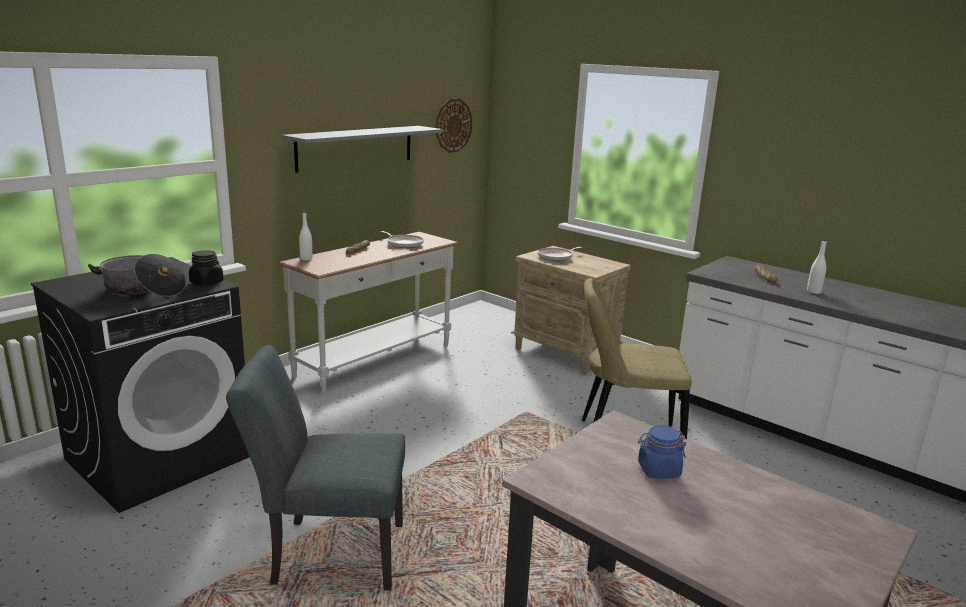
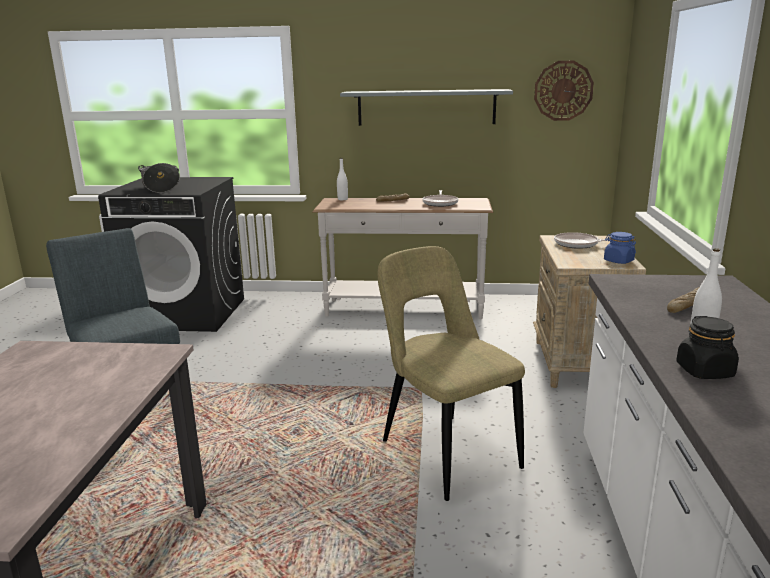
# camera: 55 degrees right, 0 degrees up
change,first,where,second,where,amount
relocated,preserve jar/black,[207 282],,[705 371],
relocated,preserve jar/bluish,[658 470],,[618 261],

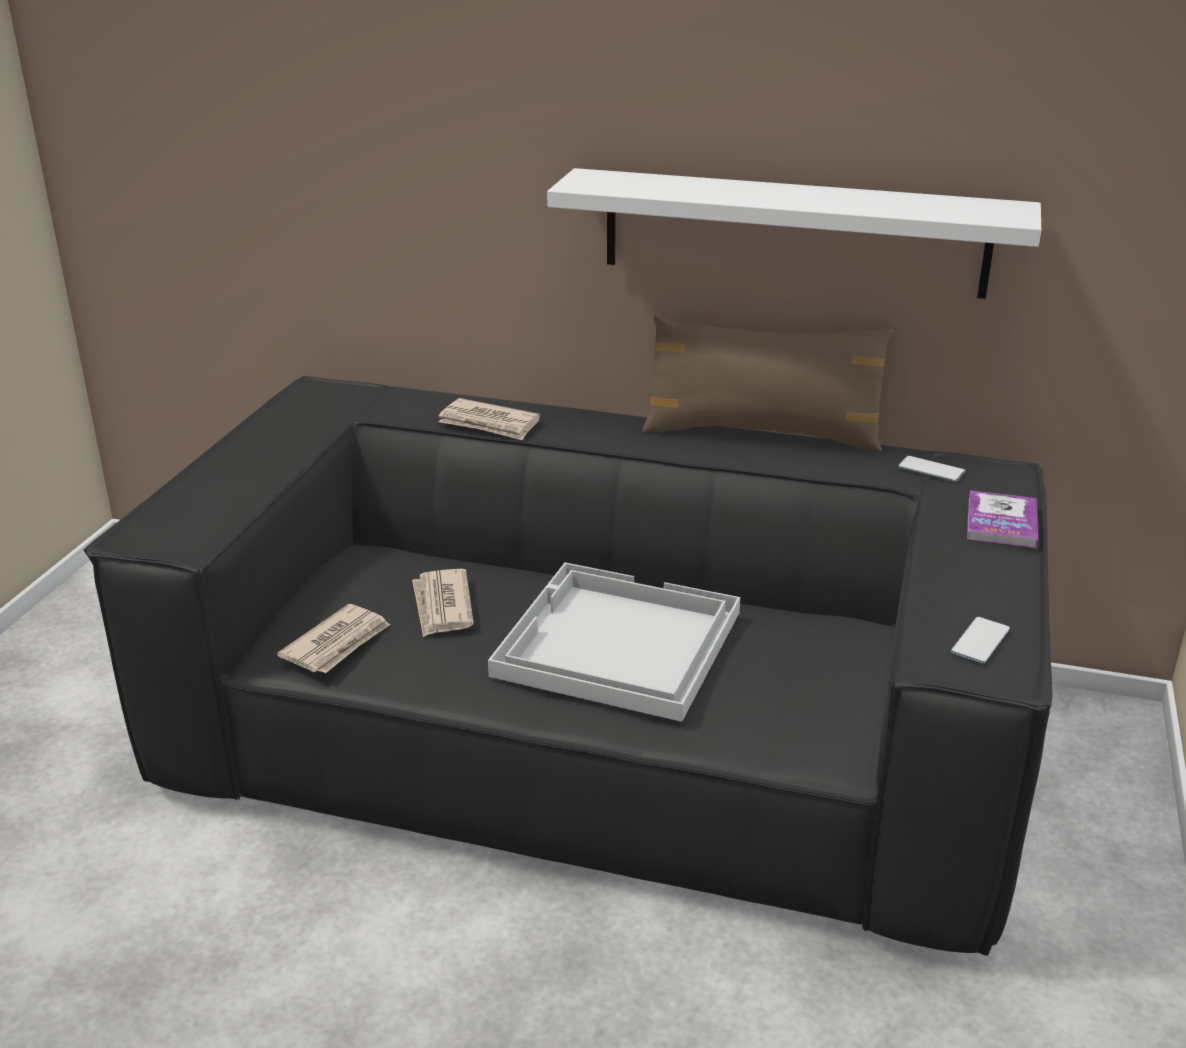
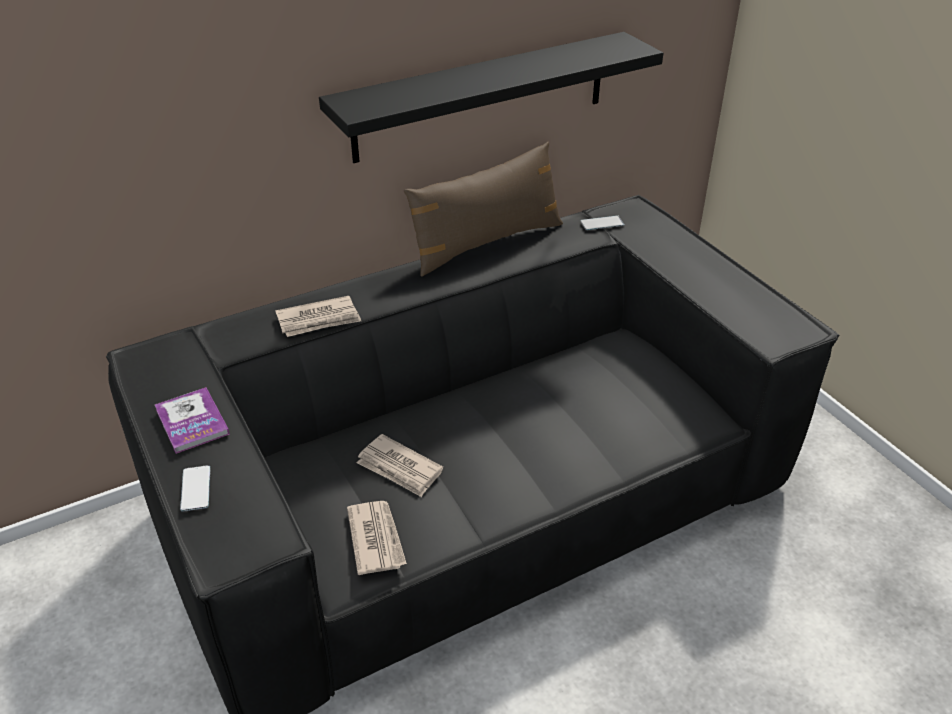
# camera: 45 degrees left, 10 degrees up
change,first,where,second,where,amount
missing,carrying tray/white,[615 644],,,
colour,bracket shelf/white,[793 232],bracket shelf/black,[481 97],
relocated,phone,[980 641],,[196 488],
relocated,bound book,[1001 522],,[192 422],

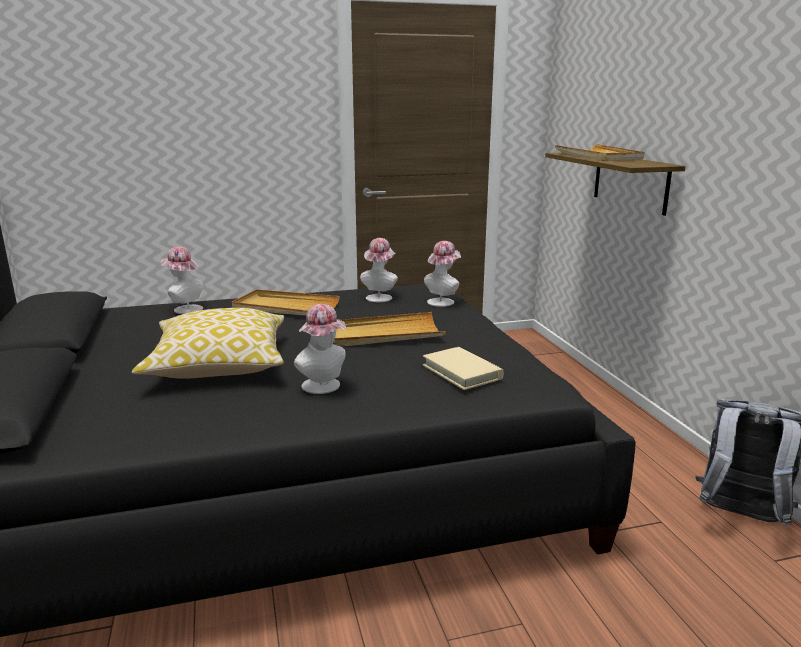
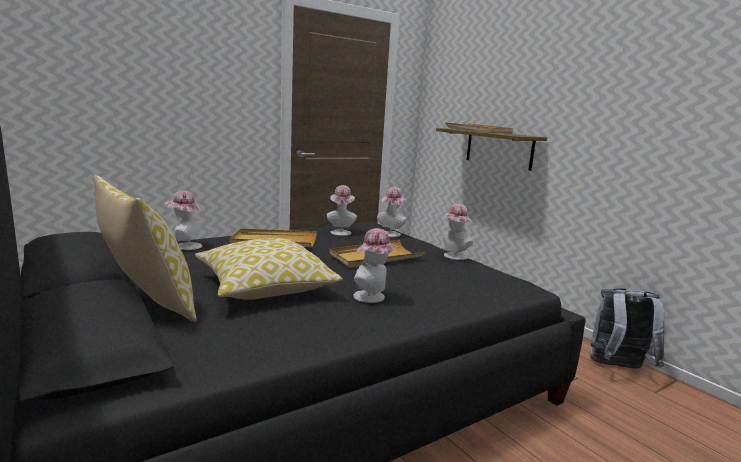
# camera: 20 degrees left, 5 degrees down
change,first,where,second,where,amount
missing,bound book/beige-coloured,[462 372],,,
appeared,,,cushion,[147 304],
appeared,,,wearable hat,[453 256],

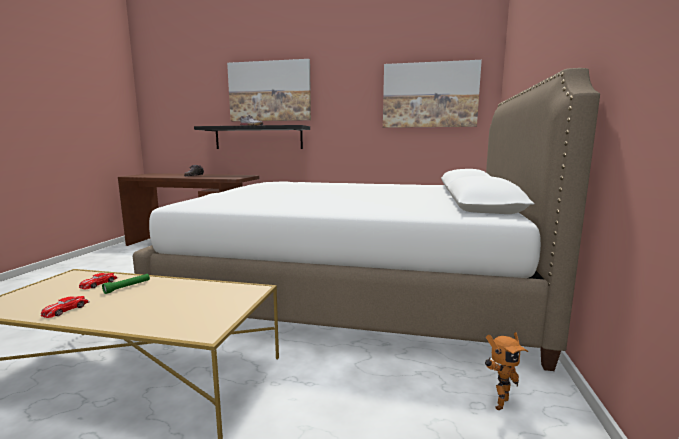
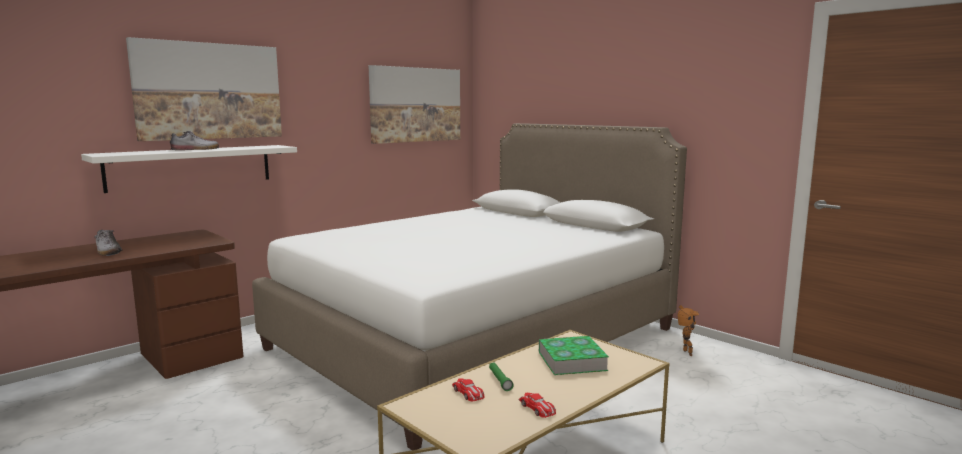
# camera: 55 degrees left, 0 degrees up
change,first,where,second,where,amount
colour,bracket shelf/black,[258 138],bracket shelf/white,[191 167],
appeared,,,bound book,[572 361],

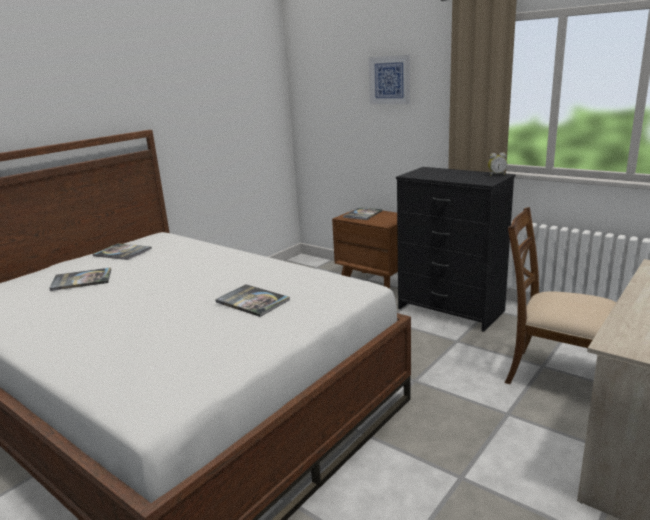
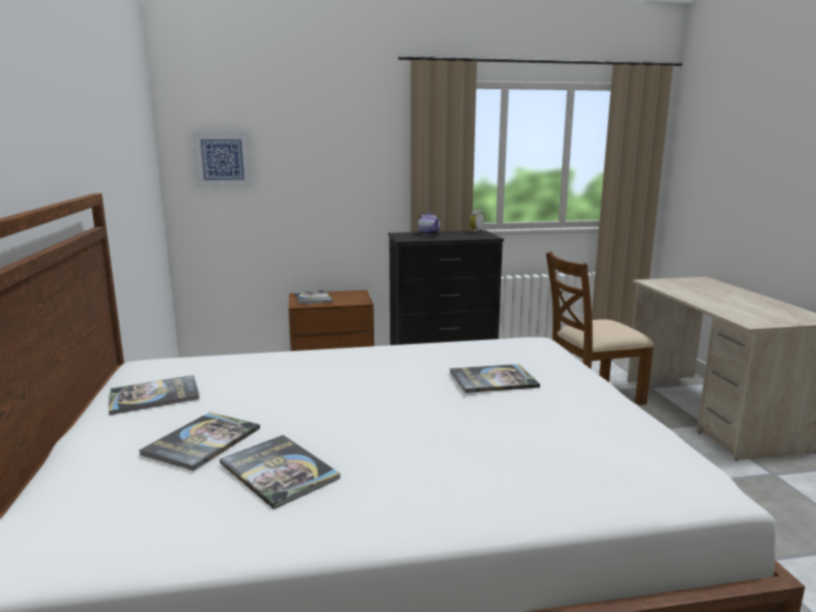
# camera: 50 degrees left, 5 degrees down
change,first,where,second,where,amount
relocated,wall art,[390 80],,[222 159],
appeared,,,bound book,[279 471],
appeared,,,teapot,[429 234],

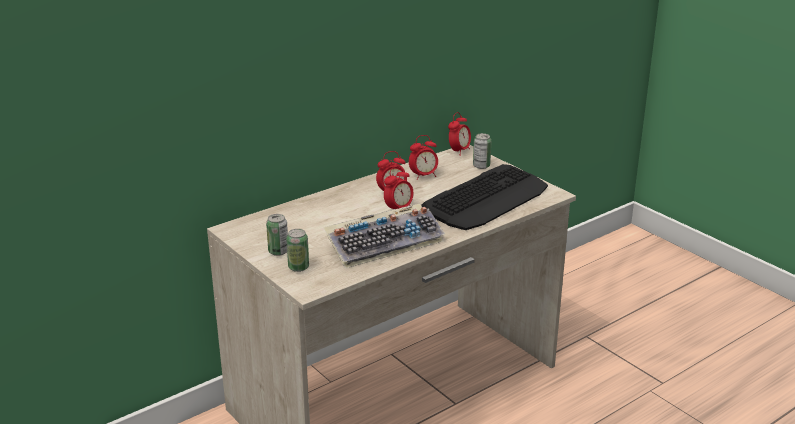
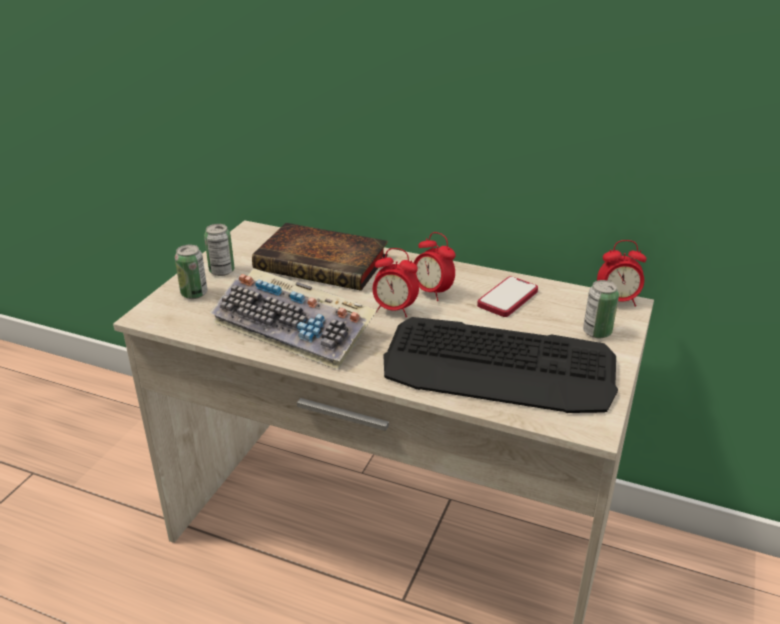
# camera: 60 degrees right, 5 degrees up
change,first,where,second,where,amount
exchanged,table clock,[423 176],phone,[507 298],
appeared,,,bound book,[325 263],

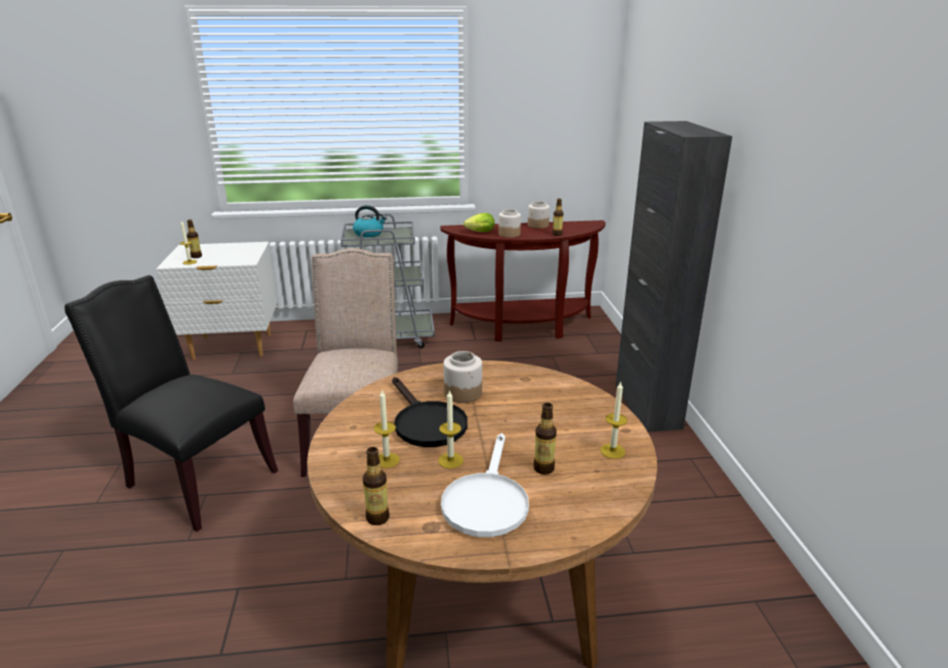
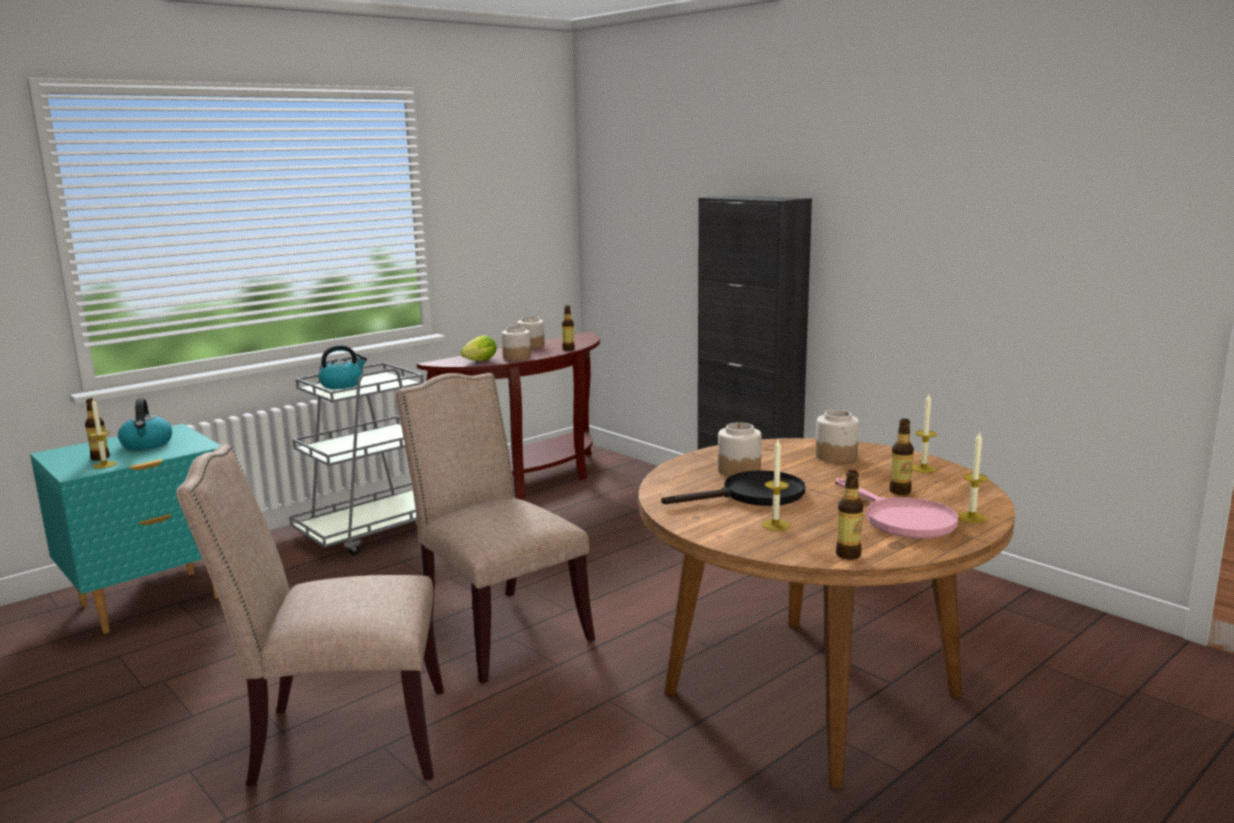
# camera: 35 degrees left, 10 degrees down
change,first,where,second,where,amount
colour,plain chair/black,[195 479],plain chair/beige-coloured,[341 739],
colour,bedside table/white,[232 347],bedside table/turquoise-coloured,[152 601],
spun,skillet/black,[426 423],,[752 496],45 degrees counterclockwise
relocated,wax light,[450 460],,[972 517],
colour,skillet/white,[486 500],skillet/pink-coloured,[900 519],
appeared,,,kettle,[147 444],
appeared,,,preserve jar,[836 456],

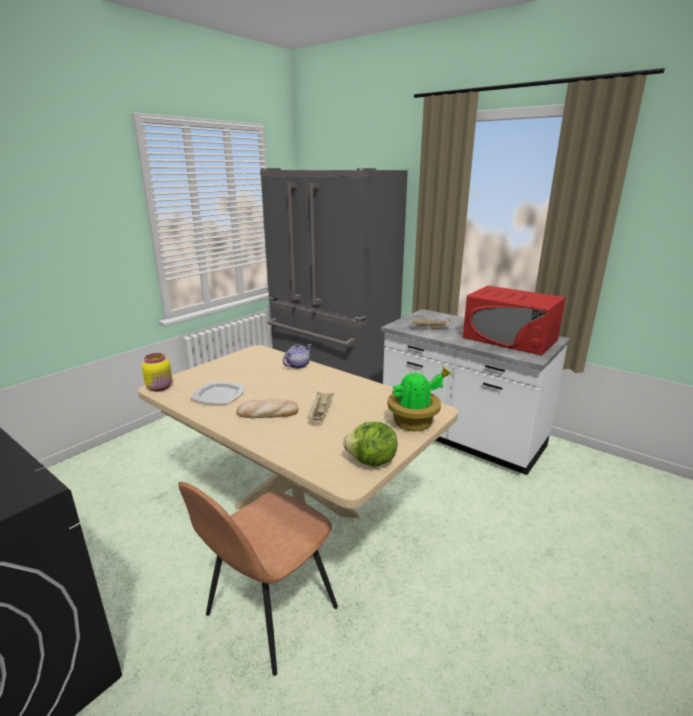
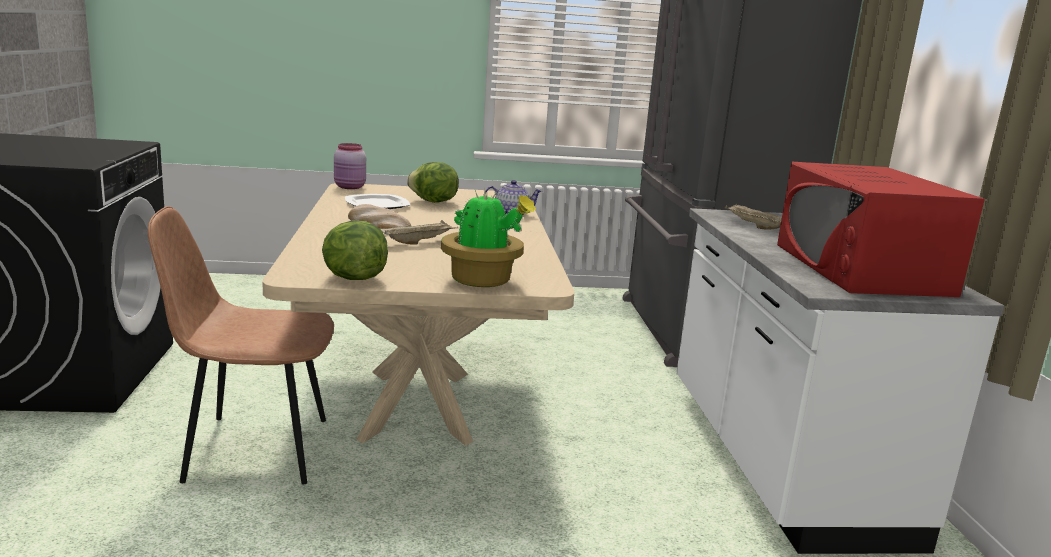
# camera: 45 degrees right, 5 degrees down
change,first,where,second,where,amount
colour,preserve jar/yellow,[160 388],preserve jar/pink-coloured,[350 187],
appeared,,,lettuce,[433 202],

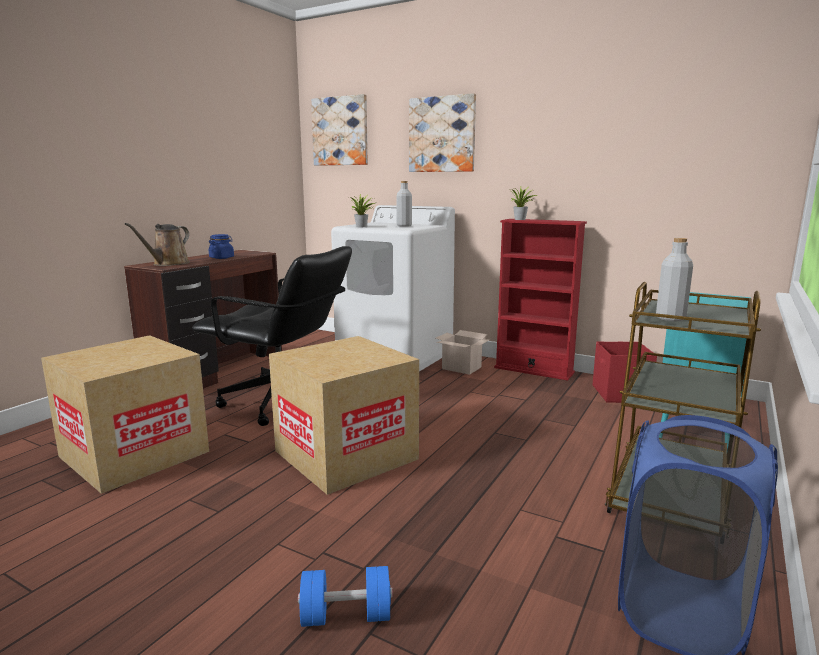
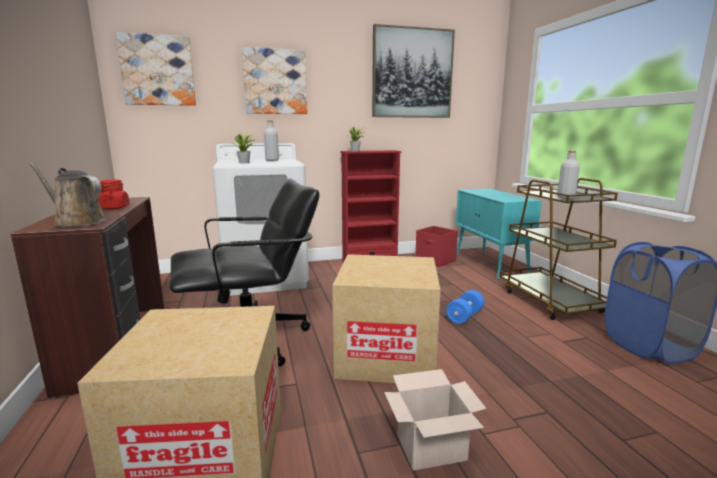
# camera: 45 degrees left, 0 degrees up
change,first,where,second,where,amount
spun,sprinkling can/brown,[168 264],,[76 222],135 degrees clockwise
colour,preserve jar/bluish,[222 258],preserve jar/reddish,[114 207],
relocated,free weight/bluish,[346 616],,[464 316],
relocated,cardboard box,[460 368],,[430 448],
appeared,,,wall art,[412 73],

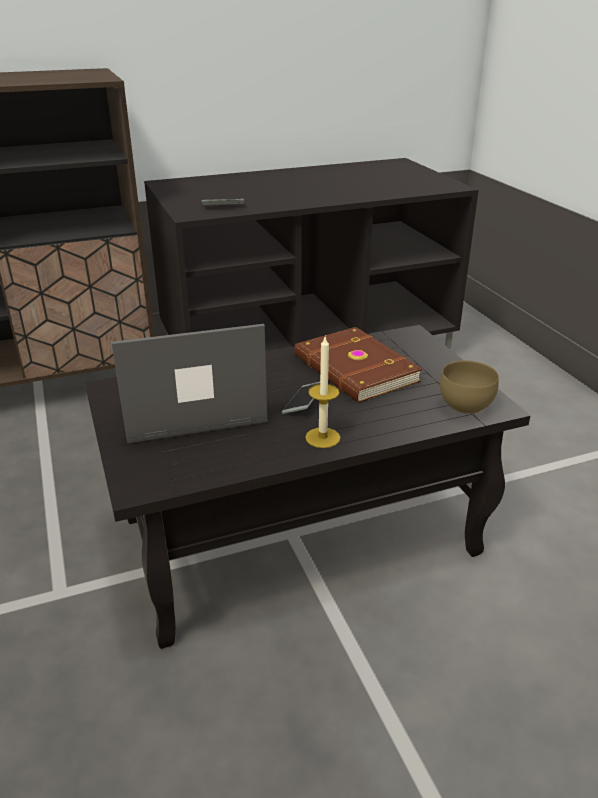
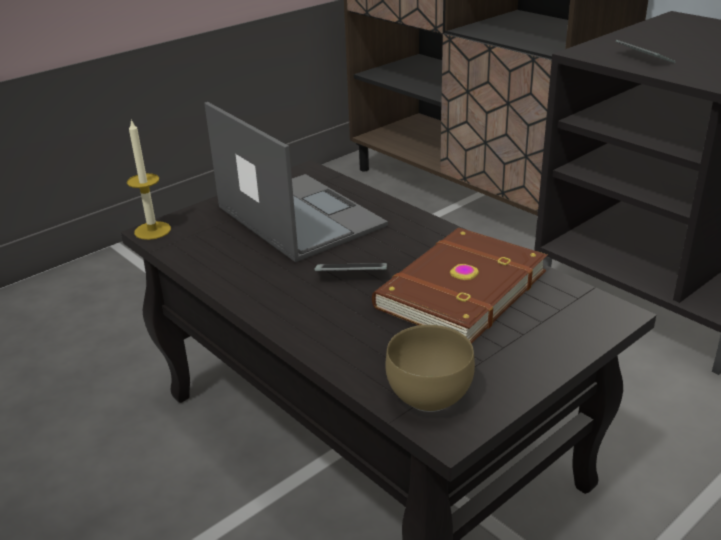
# camera: 70 degrees right, 0 degrees up
change,first,where,second,where,amount
relocated,wax light,[322 437],,[152 230],

